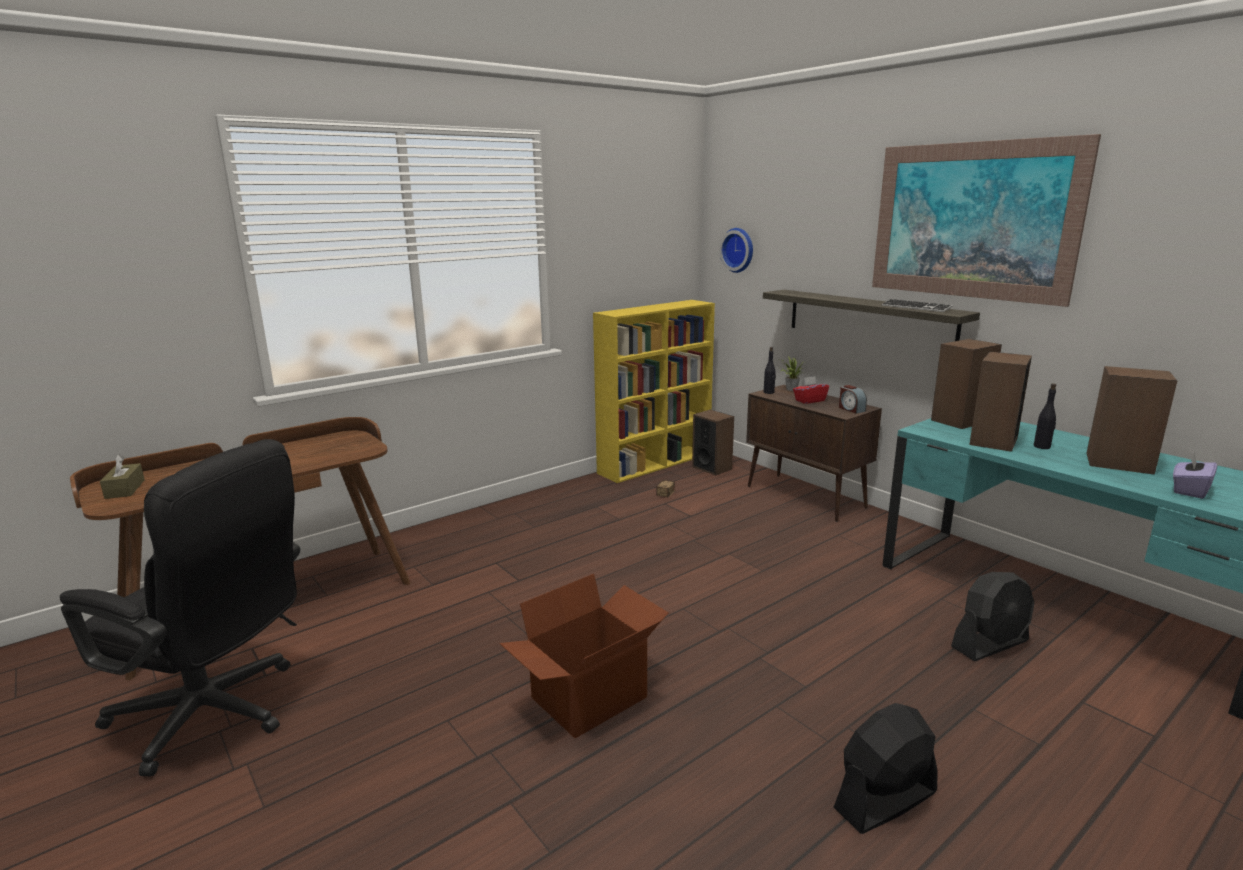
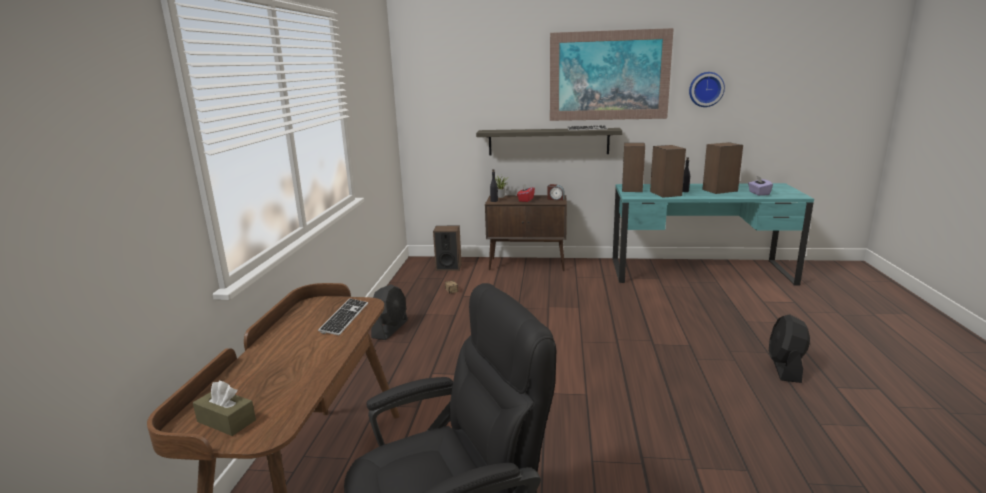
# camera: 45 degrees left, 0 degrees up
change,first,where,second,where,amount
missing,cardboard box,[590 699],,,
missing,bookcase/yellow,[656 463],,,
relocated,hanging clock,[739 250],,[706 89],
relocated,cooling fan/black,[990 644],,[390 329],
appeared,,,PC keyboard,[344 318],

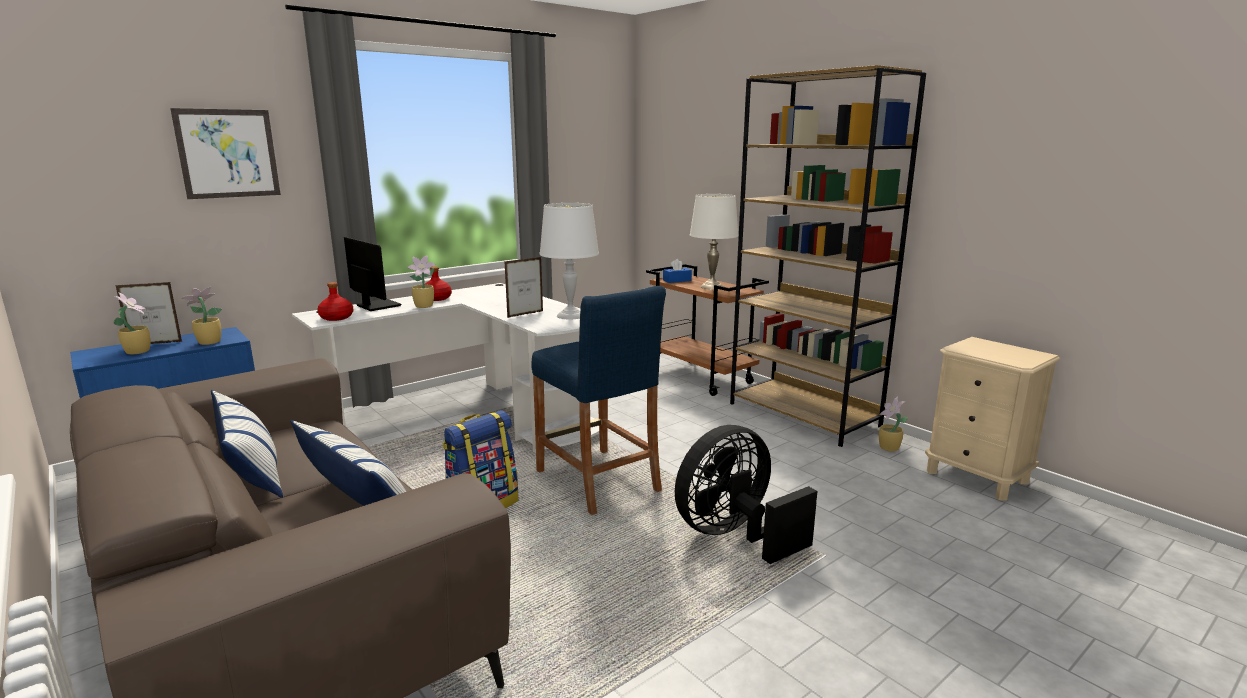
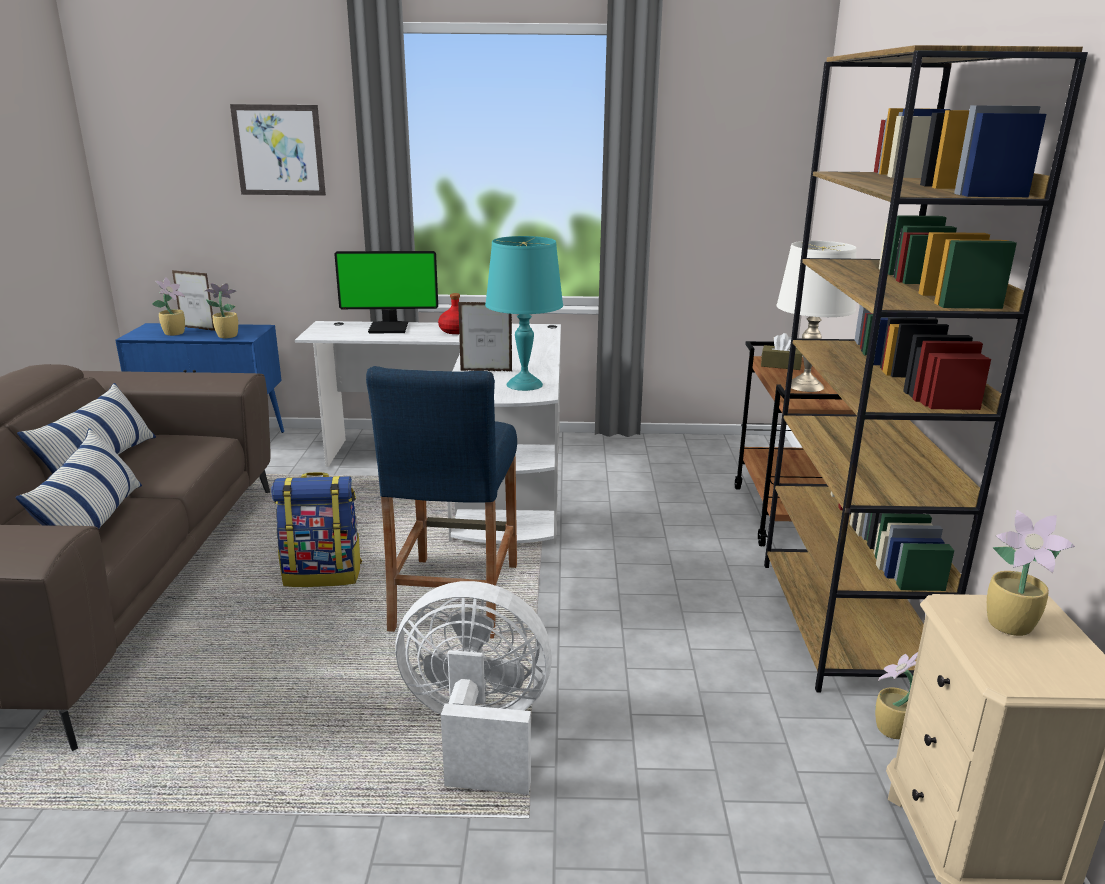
# camera: 40 degrees right, 5 degrees up
change,first,where,second,where,amount
missing,beverage bottle/reddish,[337 318],,,
spun,monitor,[376 306],,[389 328],90 degrees clockwise
relocated,plant in a pot,[425 306],,[1012 626],
colour,tabletop lamp/white,[571 315],tabletop lamp/turquoise-coloured,[525 384],
colour,tissue holder/bluish,[677 280],tissue holder/brown,[780 365],
colour,cooling fan/black,[735 535],cooling fan/white,[476 731],

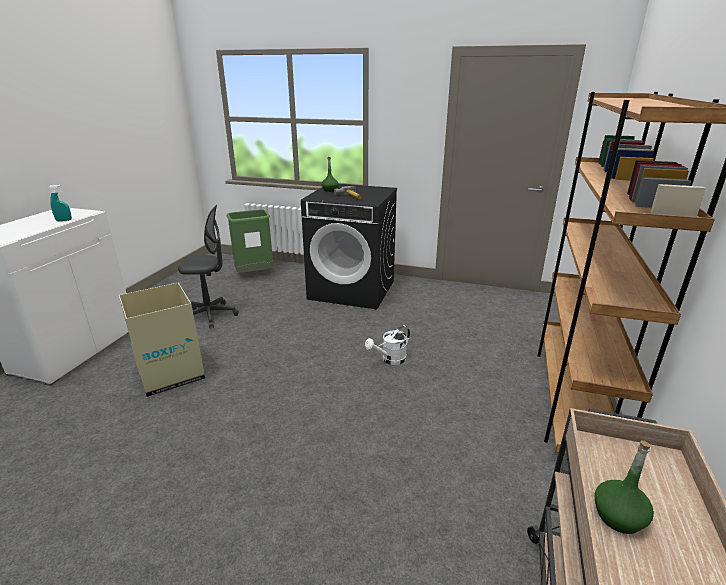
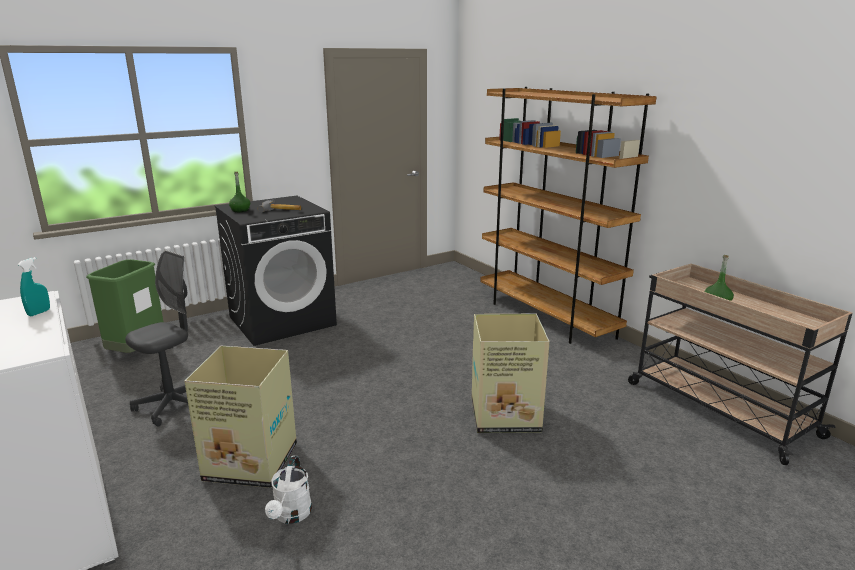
# camera: 50 degrees left, 5 degrees down
change,first,where,second,where,amount
relocated,sprinkling can/white,[390 360],,[291 516],
appeared,,,cardboard box,[506 416],

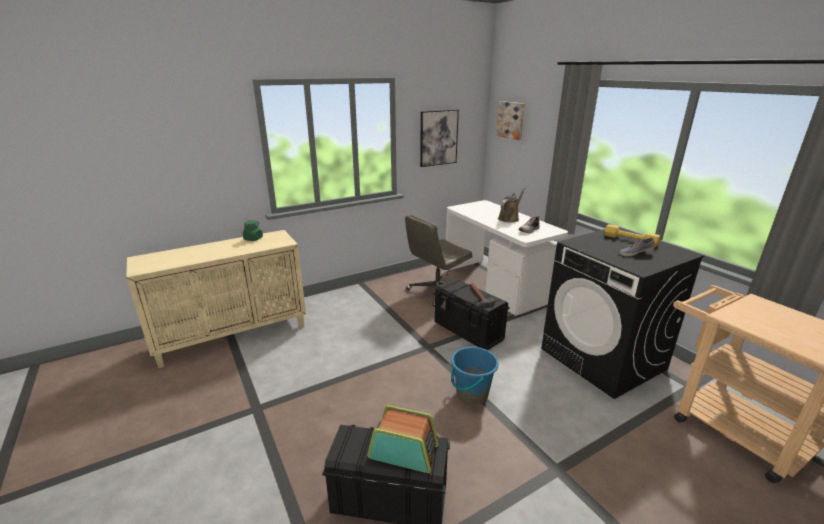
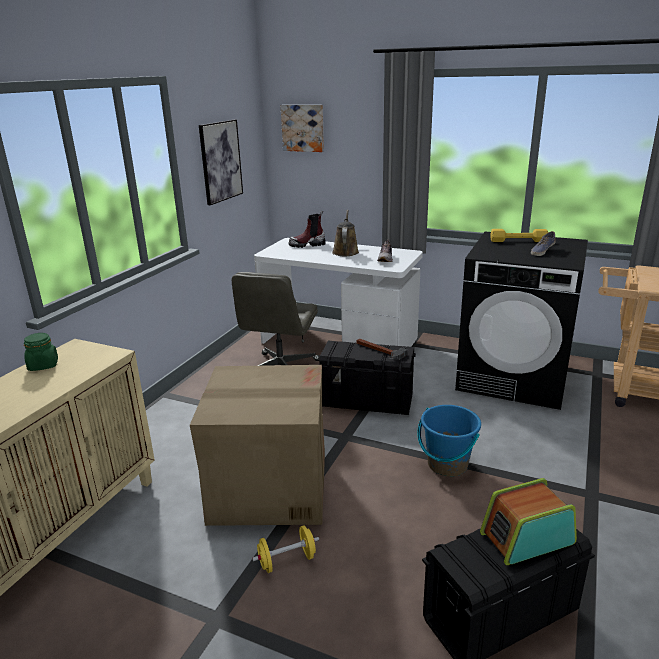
# camera: 35 degrees left, 0 degrees up
change,first,where,second,where,amount
appeared,,,cardboard box,[268 486],
appeared,,,free weight/yellow,[287 561],
appeared,,,boot,[307 245],

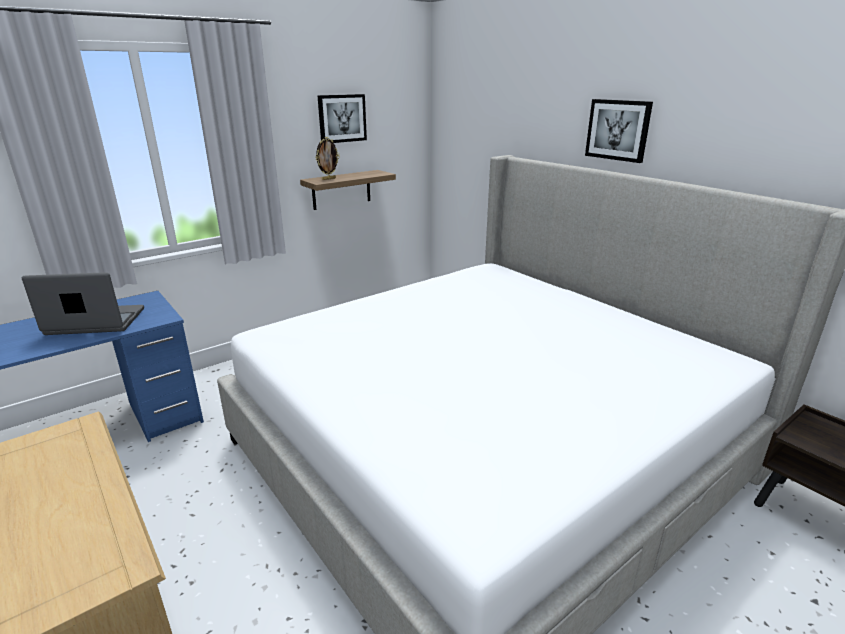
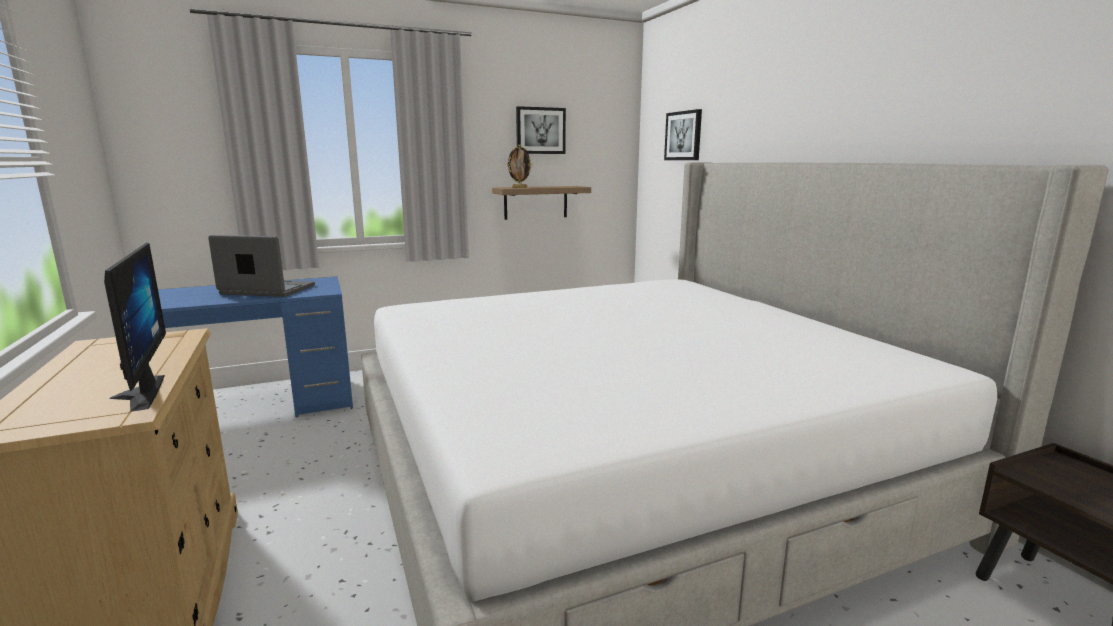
# camera: 15 degrees right, 10 degrees down
change,first,where,second,where,amount
relocated,wall art,[618 130],,[683 136],
appeared,,,monitor,[134 394],

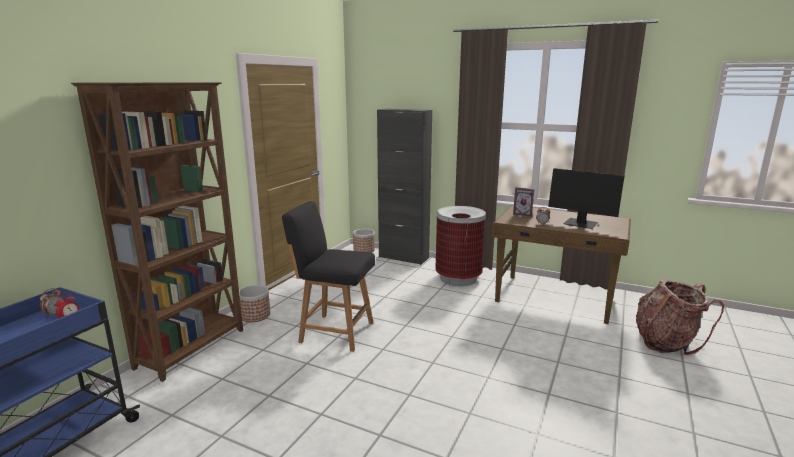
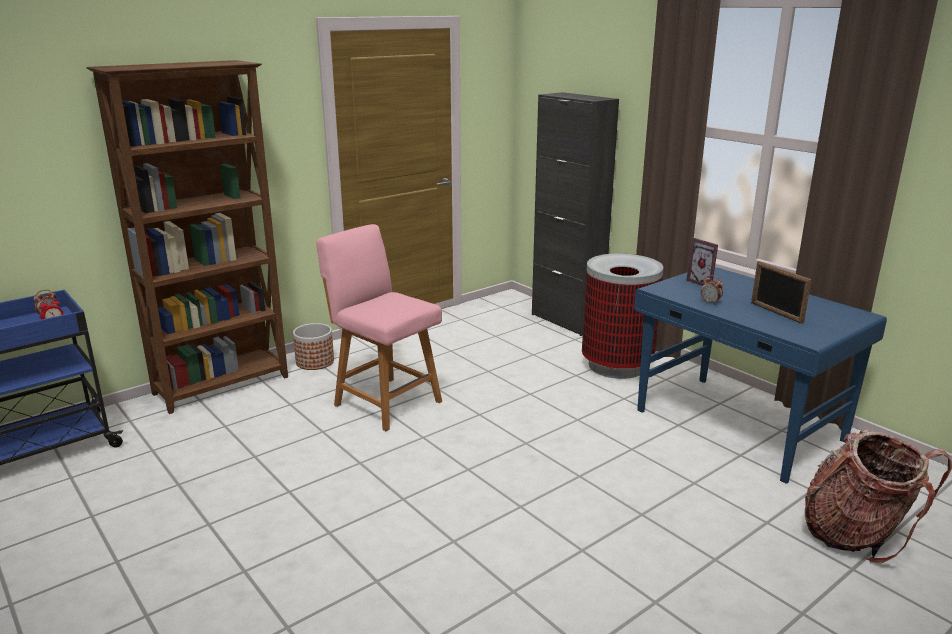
# camera: 25 degrees right, 5 degrees up
change,first,where,second,where,amount
colour,plain chair/black,[334 331],plain chair/pink-coloured,[385 402],
missing,planter,[364 250],,,
colour,desk table/brown,[555 299],desk table/bluish,[738 426],
exchanged,monitor,[581 224],standing frame,[776 313],

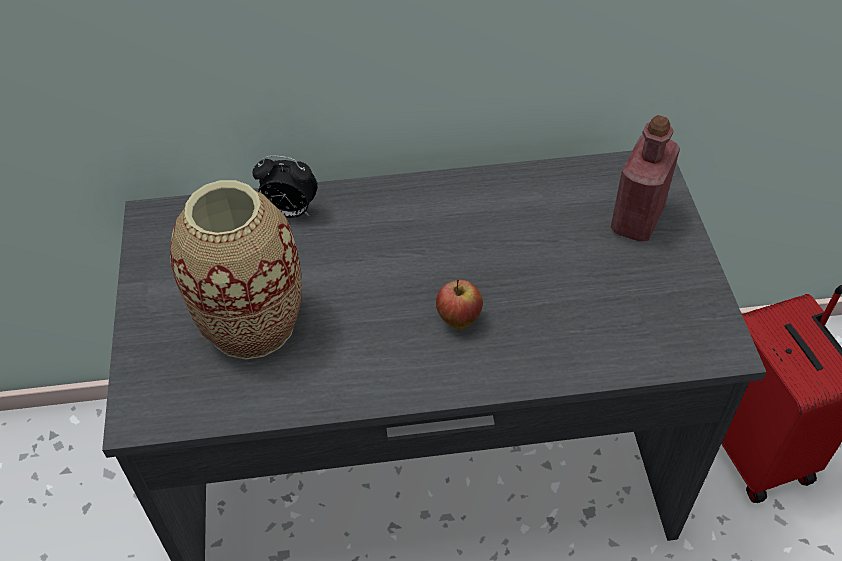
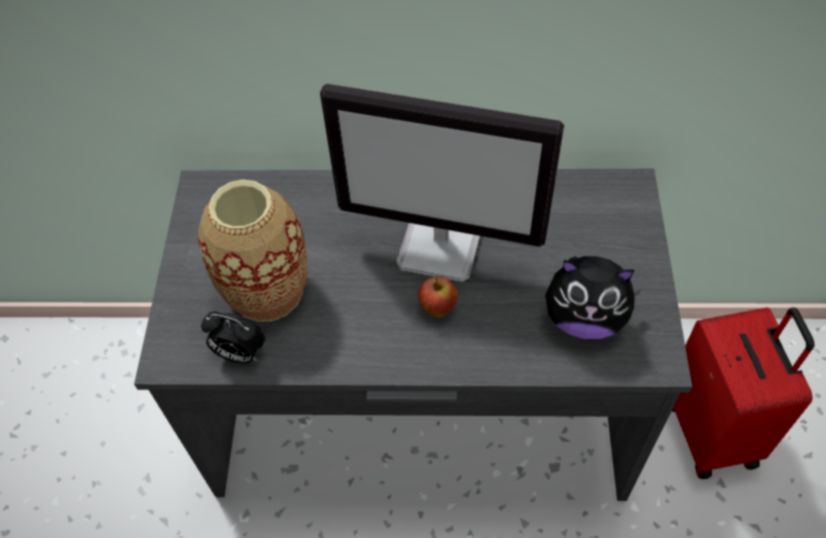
# camera: 10 degrees right, 5 degrees up
change,first,where,second,where,amount
relocated,table clock,[289 212],,[239 354],
missing,beverage bottle/reddish,[637 220],,,
appeared,,,monitor,[442 246],
appeared,,,cuddly toy,[584 318],

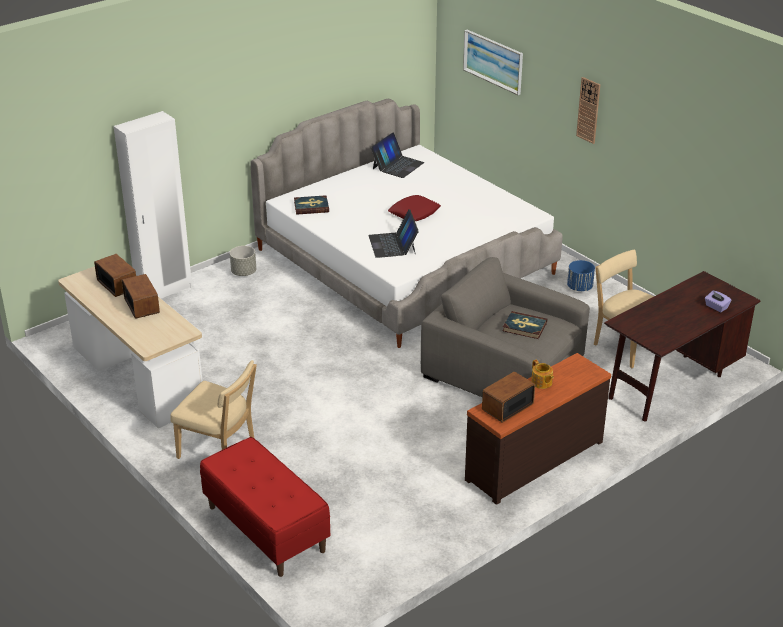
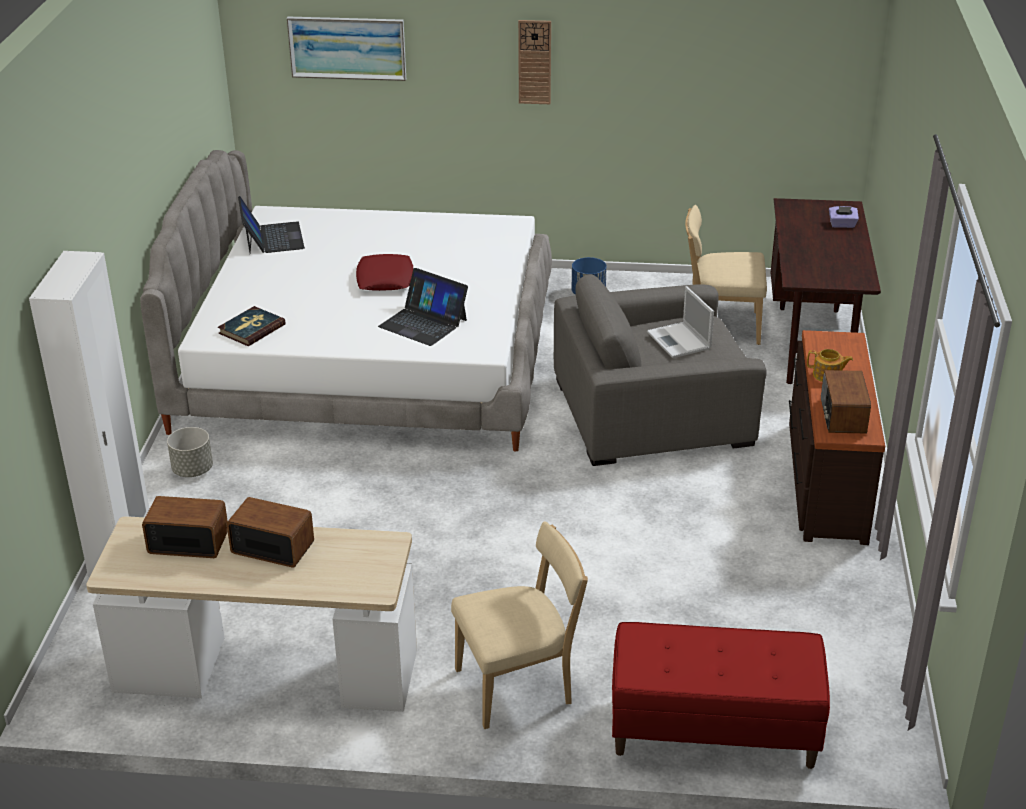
# camera: 45 degrees left, 0 degrees up
change,first,where,second,where,amount
exchanged,bound book,[524 327],laptop,[679 341],

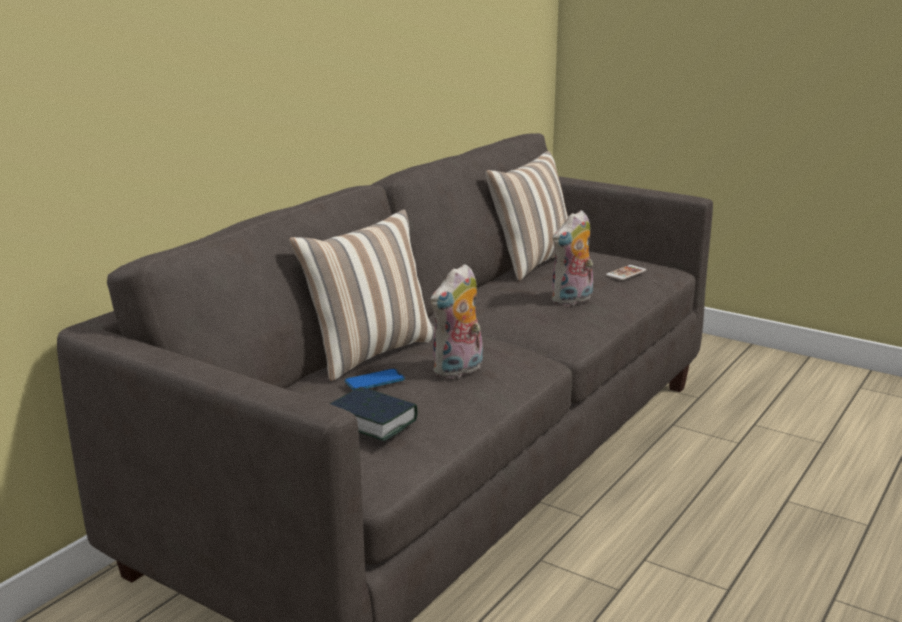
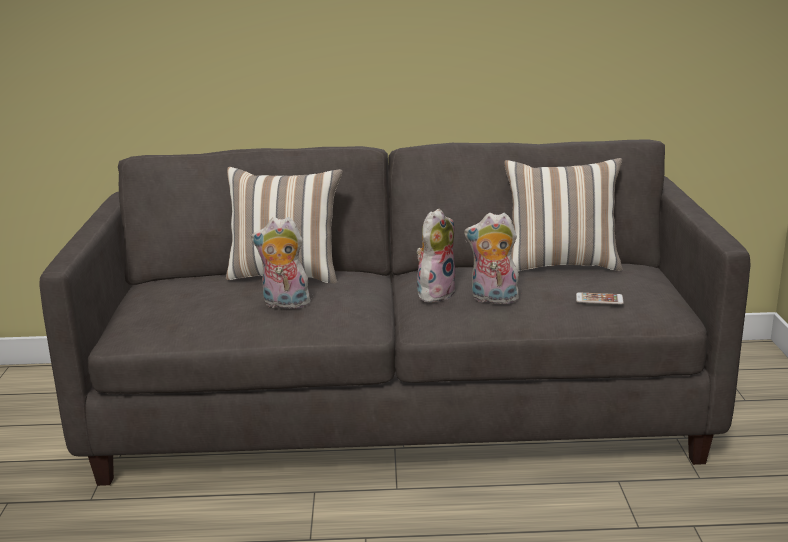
# camera: 55 degrees right, 0 degrees up
change,first,where,second,where,amount
missing,bound book,[372 421],,,
missing,phone,[374 381],,,
appeared,,,cuddly toy,[435 293],

